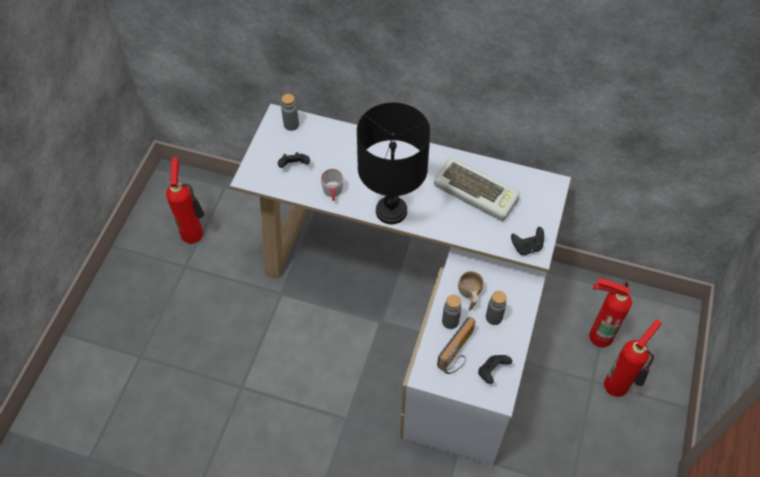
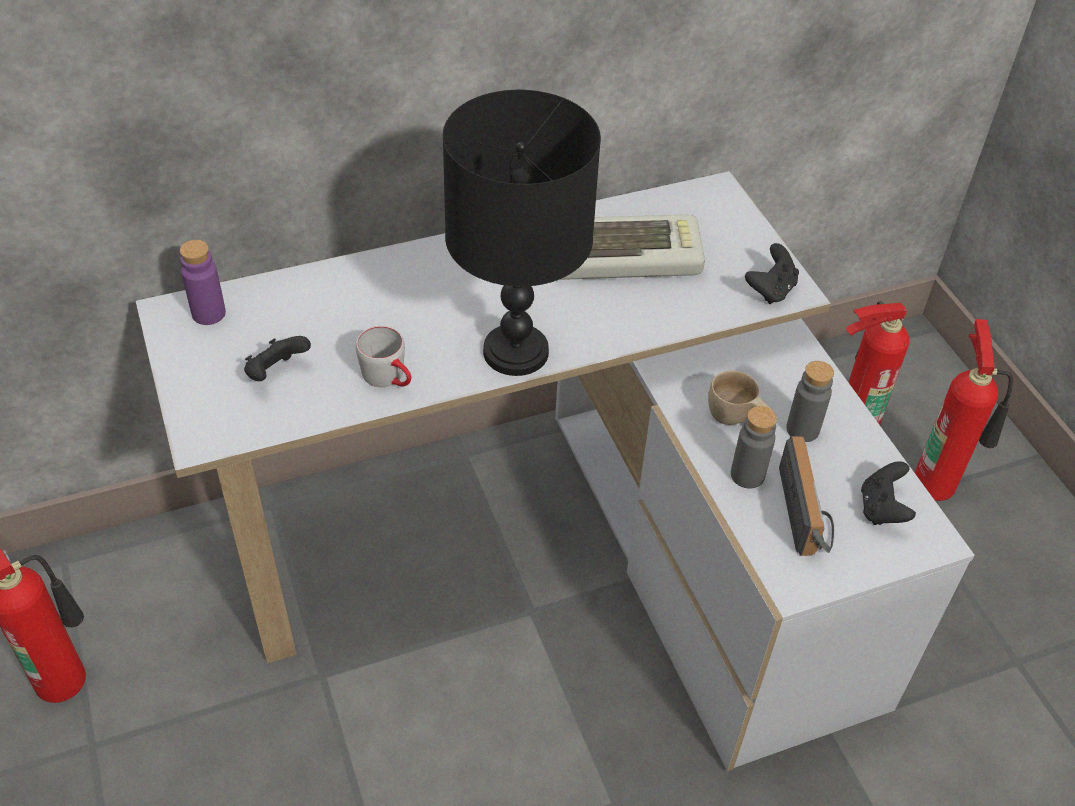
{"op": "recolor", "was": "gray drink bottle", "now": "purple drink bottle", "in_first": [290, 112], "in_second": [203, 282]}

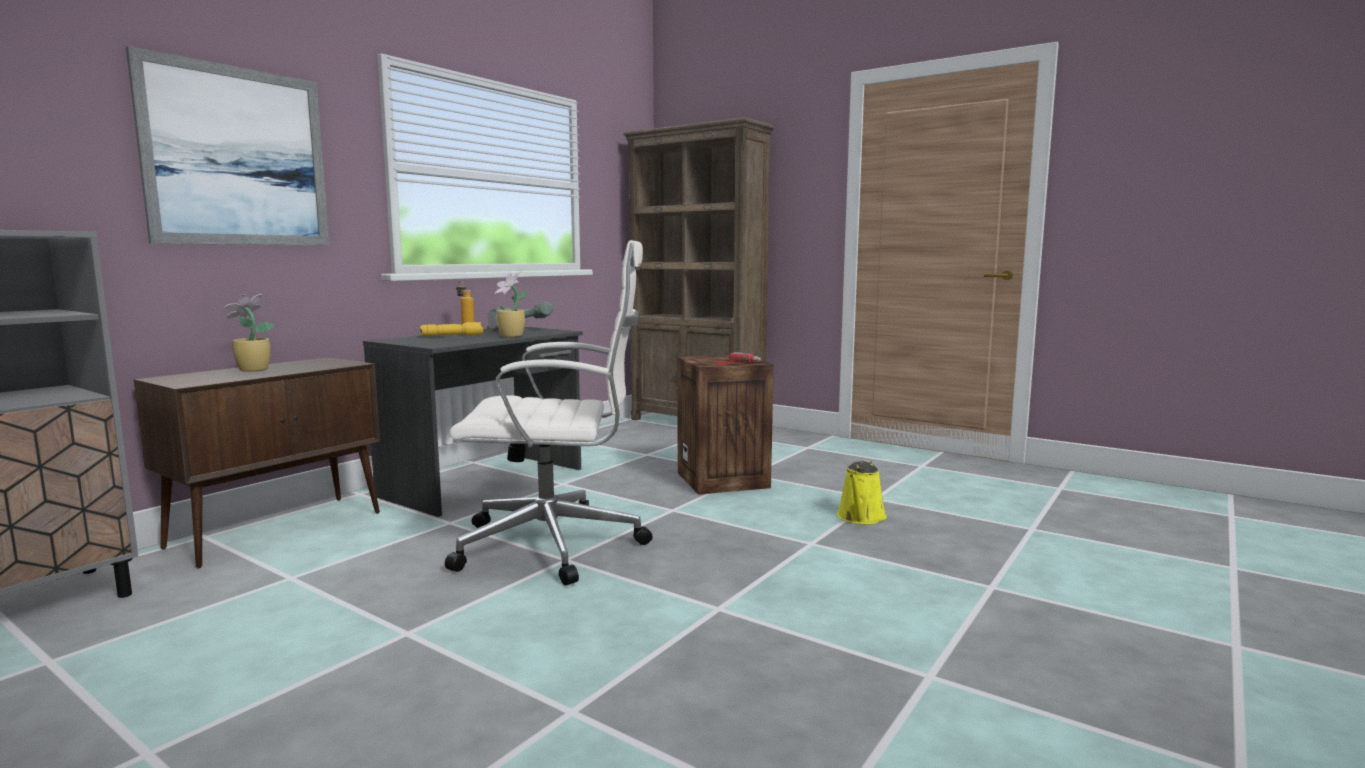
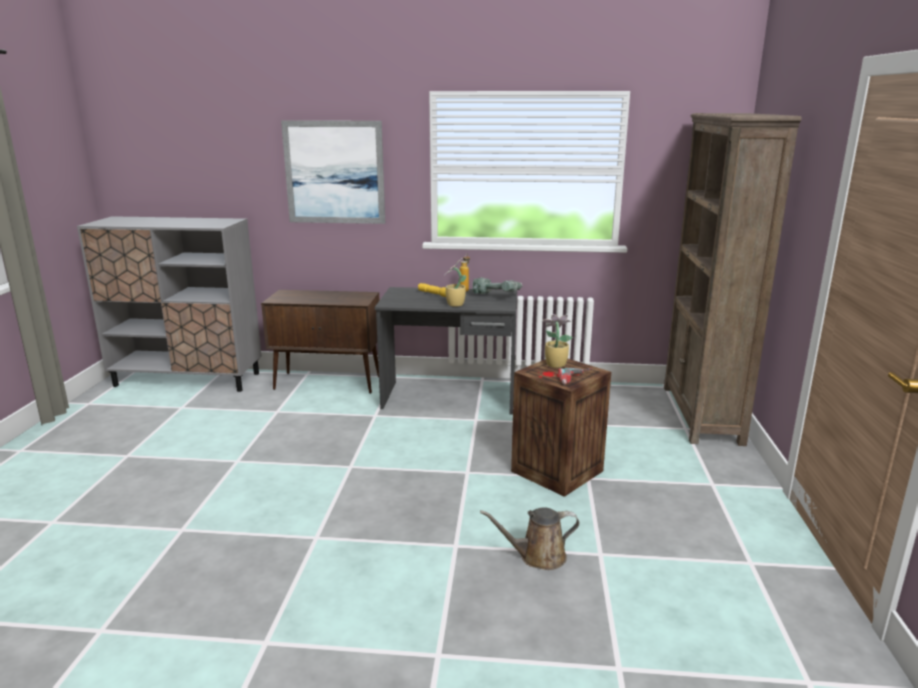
{"op": "recolor", "was": "yellow sprinkling can", "now": "brown-coloured sprinkling can", "in_first": [862, 492], "in_second": [529, 538]}
{"op": "move", "was": "potted plant", "in_first": [249, 333], "in_second": [557, 341]}
{"op": "delete", "was": "white-coloured desk chair", "in_first": [549, 413]}

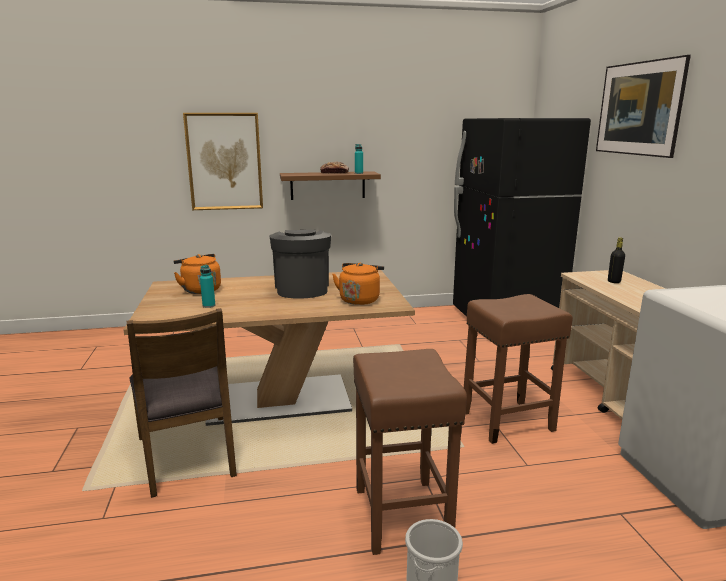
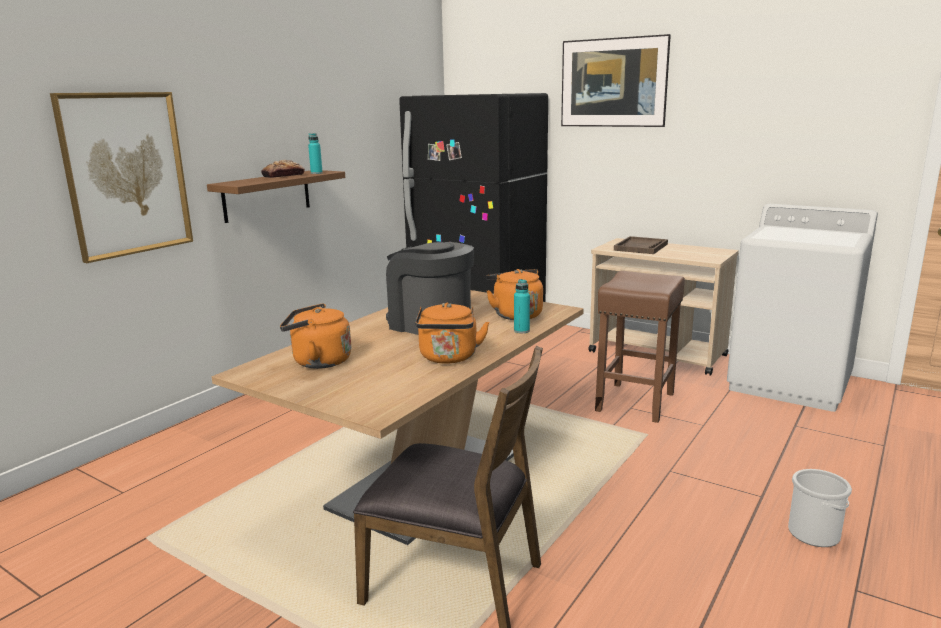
{"op": "insert", "now": "orangey tea kettle", "in_second": [452, 333]}
{"op": "move", "was": "turquoise drink bottle", "in_first": [207, 286], "in_second": [522, 306]}
{"op": "replace", "was": "black-coloured drink bottle", "now": "brown-coloured serving tray", "in_first": [616, 260], "in_second": [641, 245]}
{"op": "delete", "was": "brown-coloured stool seat", "in_first": [410, 452]}

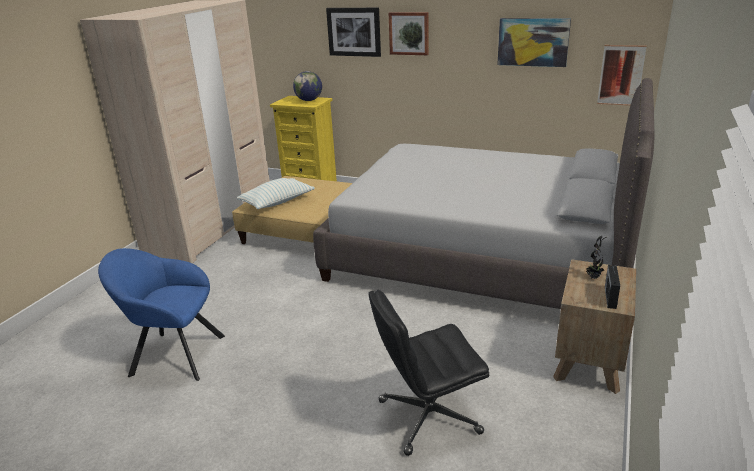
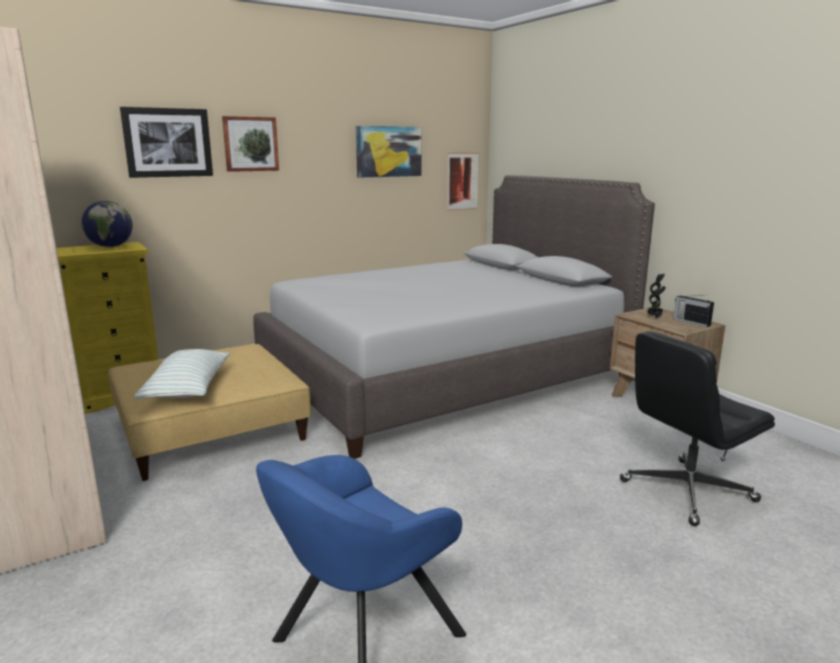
{"op": "rotate", "was": "black-coloured desk chair", "in_first": [429, 373], "in_second": [697, 428], "clockwise": 45}

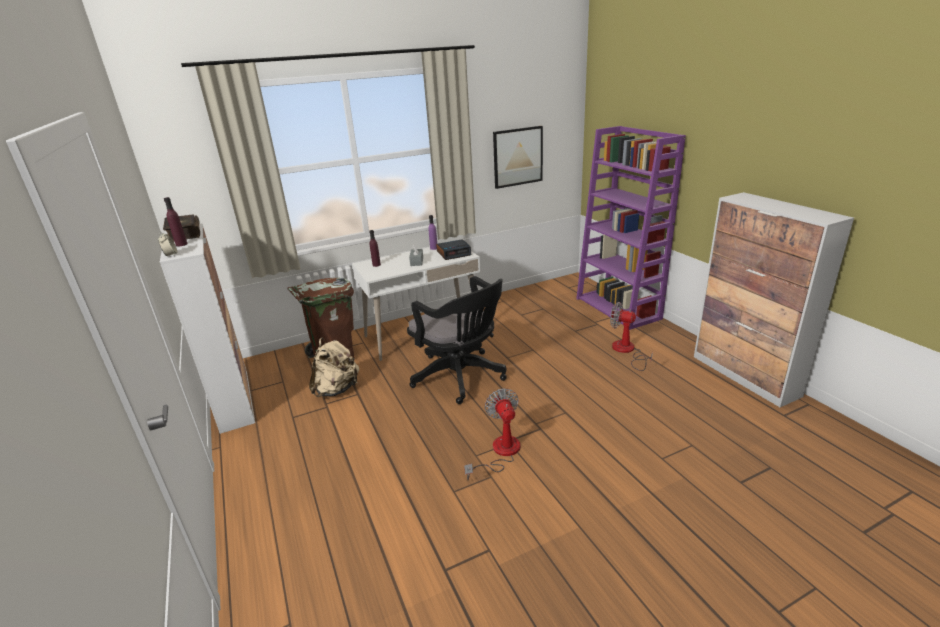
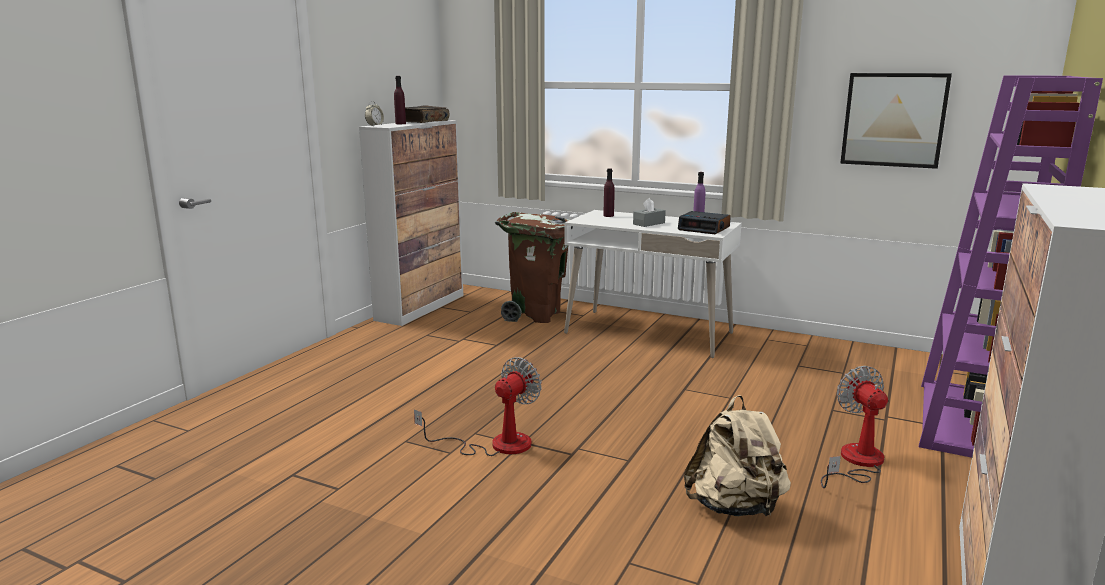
{"op": "move", "was": "sand-coloured rucksack", "in_first": [334, 367], "in_second": [737, 456]}
{"op": "delete", "was": "black-coloured desk chair", "in_first": [457, 340]}

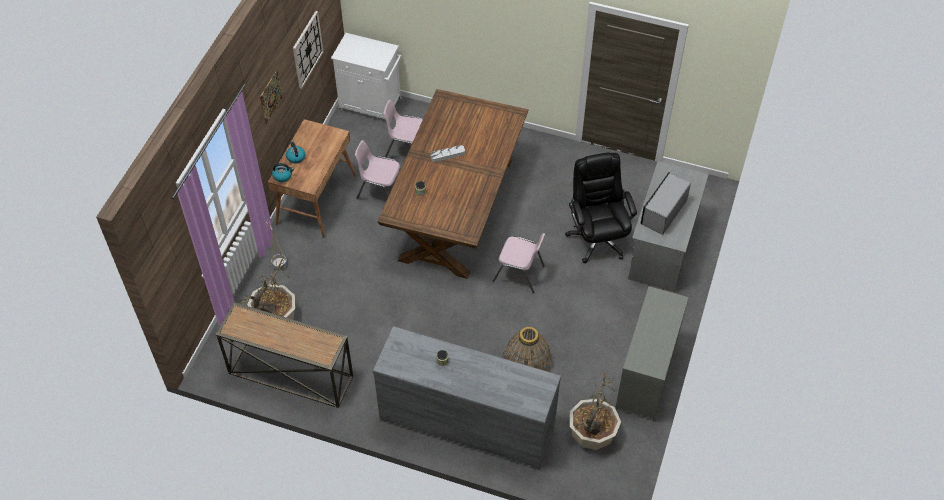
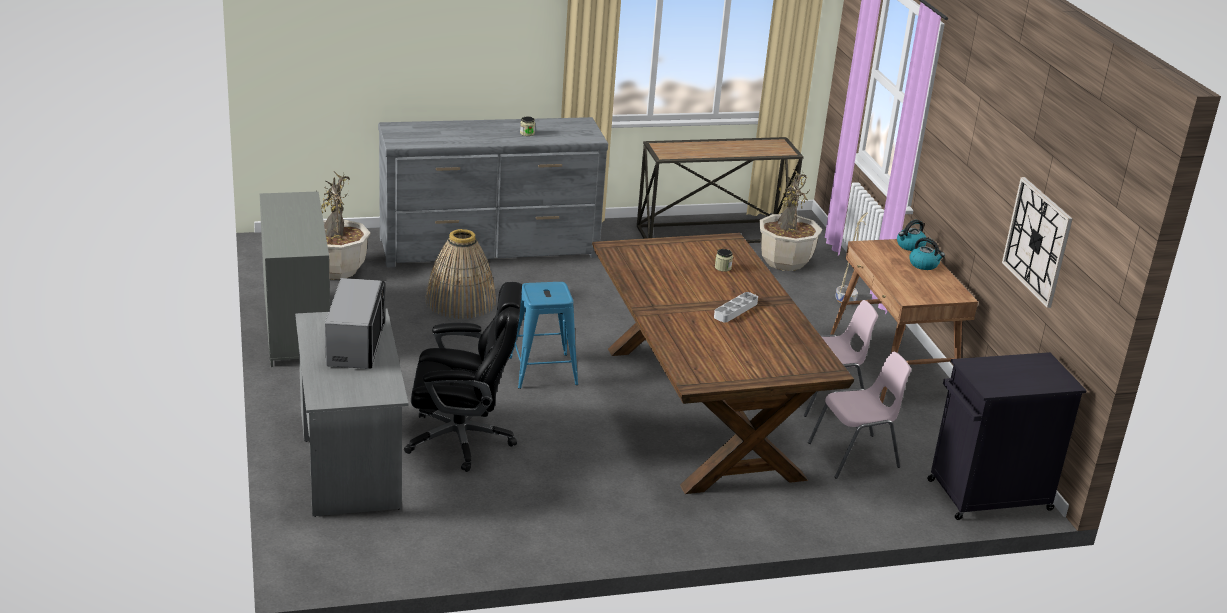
{"op": "rotate", "was": "black-coloured desk chair", "in_first": [601, 208], "in_second": [463, 377], "clockwise": -45}
{"op": "replace", "was": "pink chair", "now": "blue stool seat", "in_first": [519, 263], "in_second": [543, 335]}
{"op": "recolor", "was": "white-coloured cabinet", "now": "black-coloured cabinet", "in_first": [366, 77], "in_second": [1007, 436]}
{"op": "delete", "was": "wall picture", "in_first": [271, 97]}

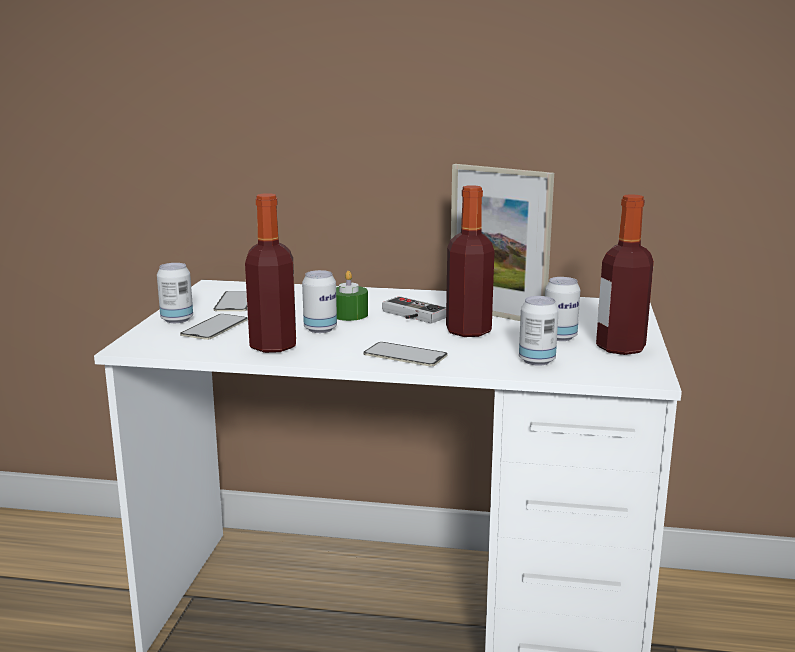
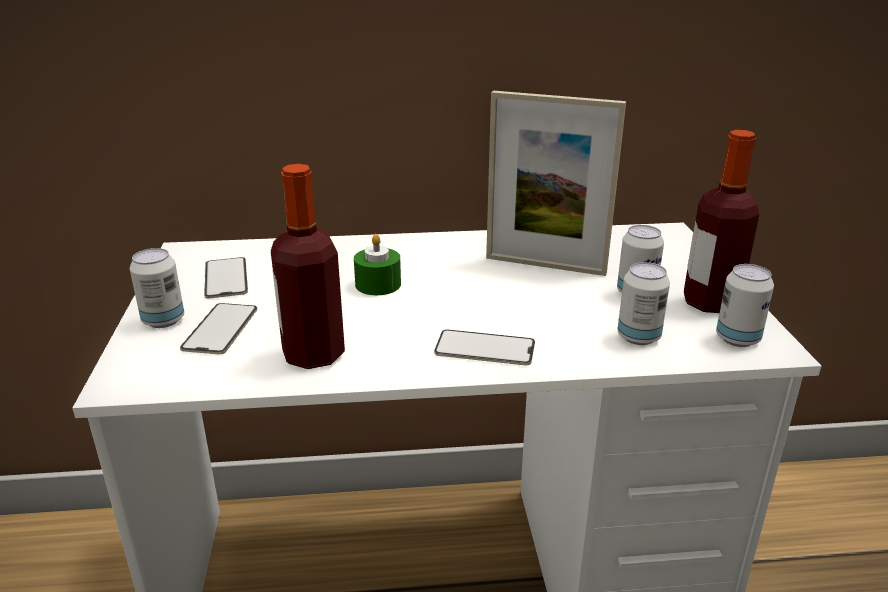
{"op": "move", "was": "sealed can", "in_first": [319, 301], "in_second": [745, 305]}
{"op": "delete", "was": "gamepad", "in_first": [414, 310]}
{"op": "delete", "was": "drink bottle", "in_first": [470, 261]}

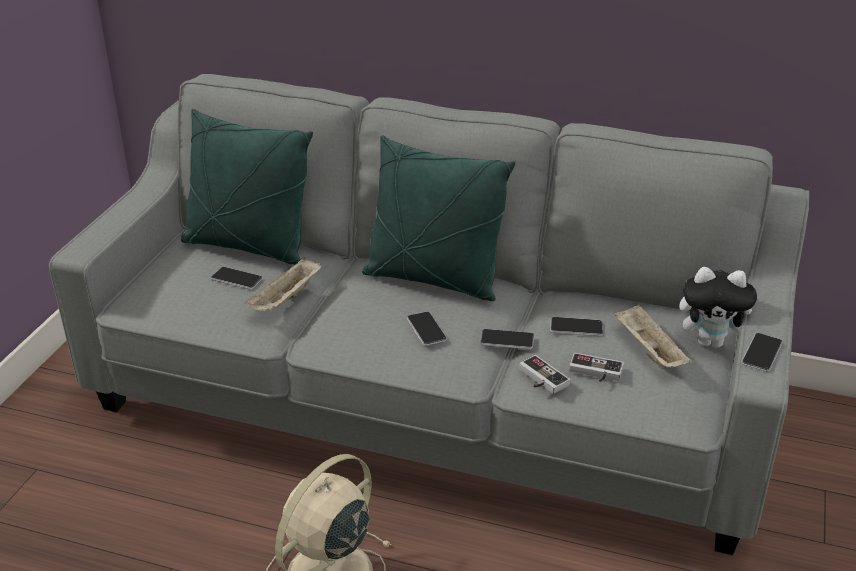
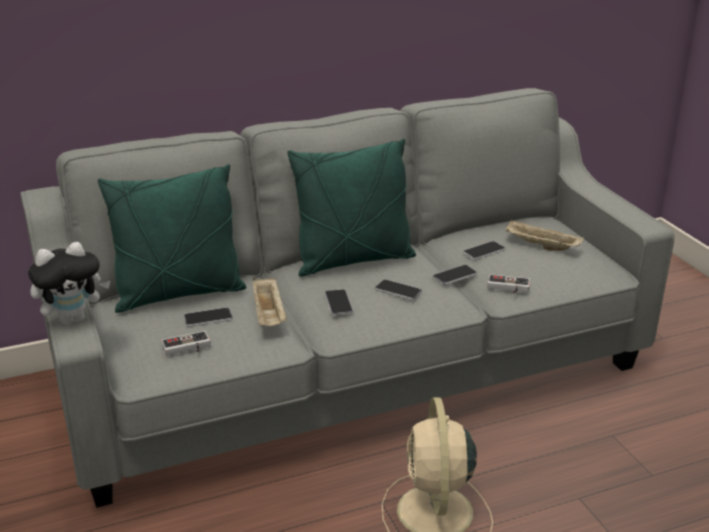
{"op": "move", "was": "plush toy", "in_first": [718, 307], "in_second": [69, 283]}
{"op": "move", "was": "gamepad", "in_first": [596, 367], "in_second": [186, 343]}
{"op": "move", "was": "telephone", "in_first": [762, 352], "in_second": [339, 302]}

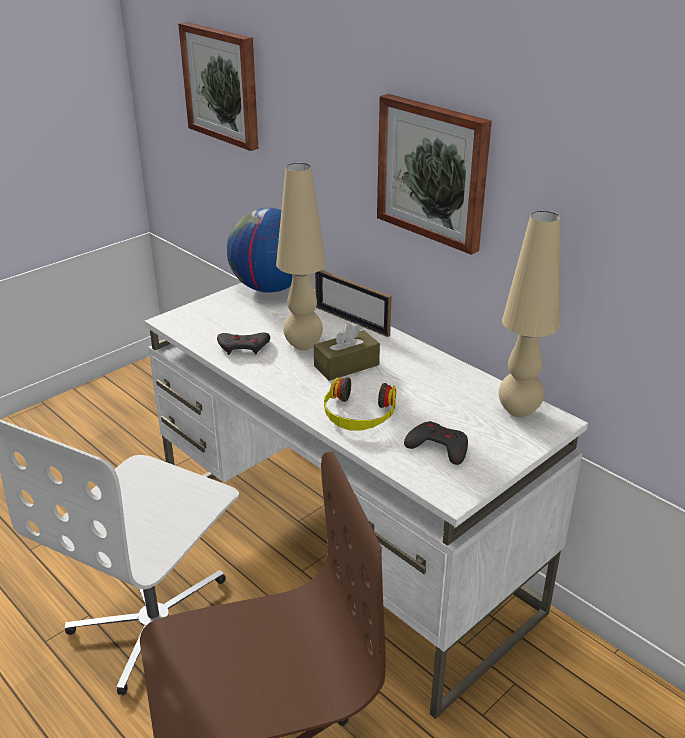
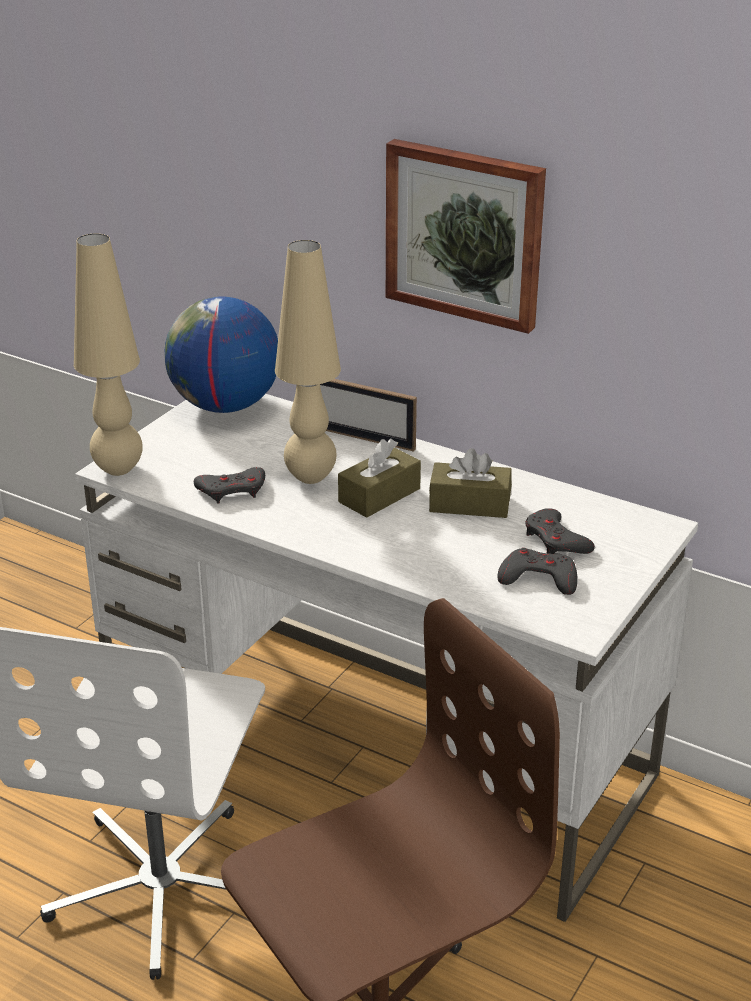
{"op": "move", "was": "sand-coloured lamp for a table", "in_first": [529, 314], "in_second": [108, 355]}
{"op": "insert", "now": "brown-coloured box of tissues", "in_second": [470, 483]}
{"op": "insert", "now": "gray gamepad", "in_second": [560, 531]}
{"op": "delete", "was": "wall picture", "in_first": [218, 86]}
{"op": "delete", "was": "headset", "in_first": [360, 404]}

